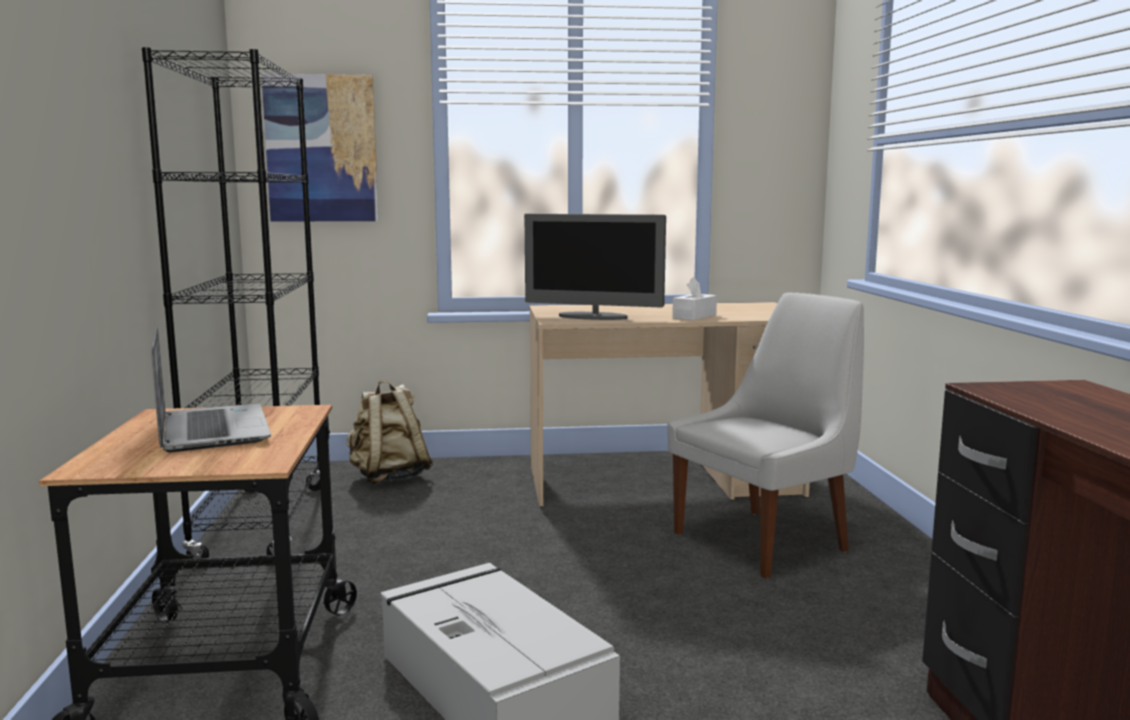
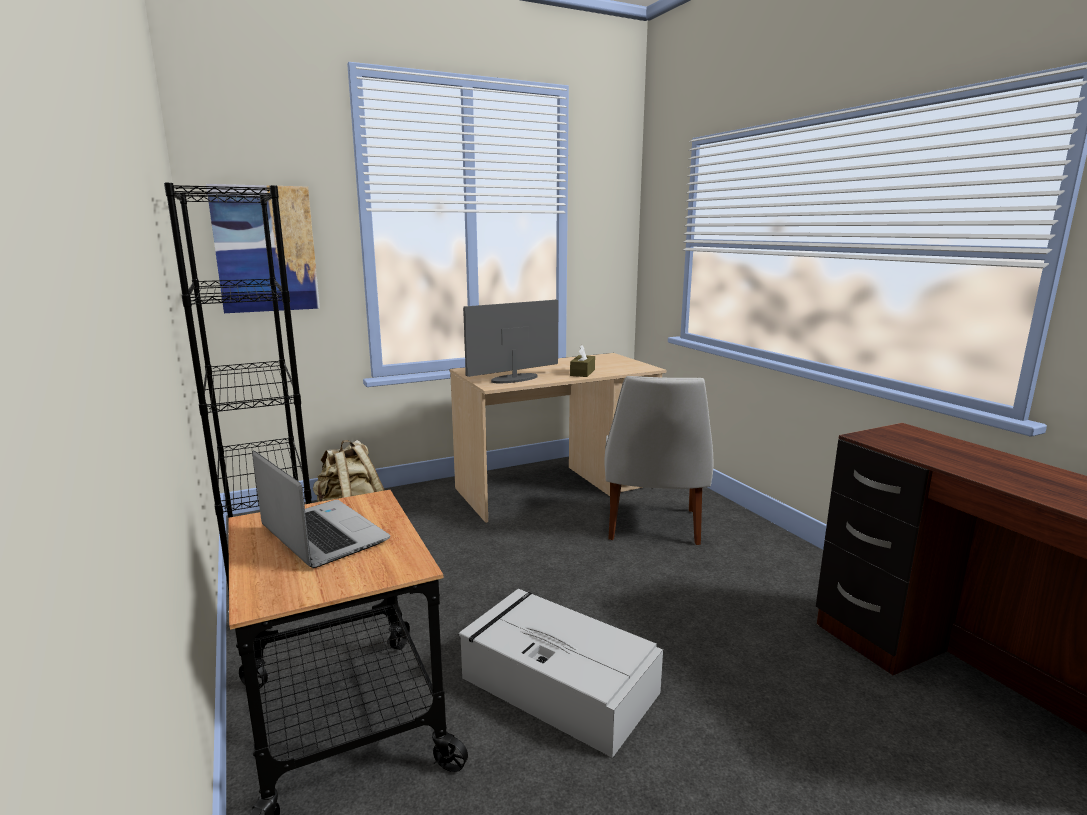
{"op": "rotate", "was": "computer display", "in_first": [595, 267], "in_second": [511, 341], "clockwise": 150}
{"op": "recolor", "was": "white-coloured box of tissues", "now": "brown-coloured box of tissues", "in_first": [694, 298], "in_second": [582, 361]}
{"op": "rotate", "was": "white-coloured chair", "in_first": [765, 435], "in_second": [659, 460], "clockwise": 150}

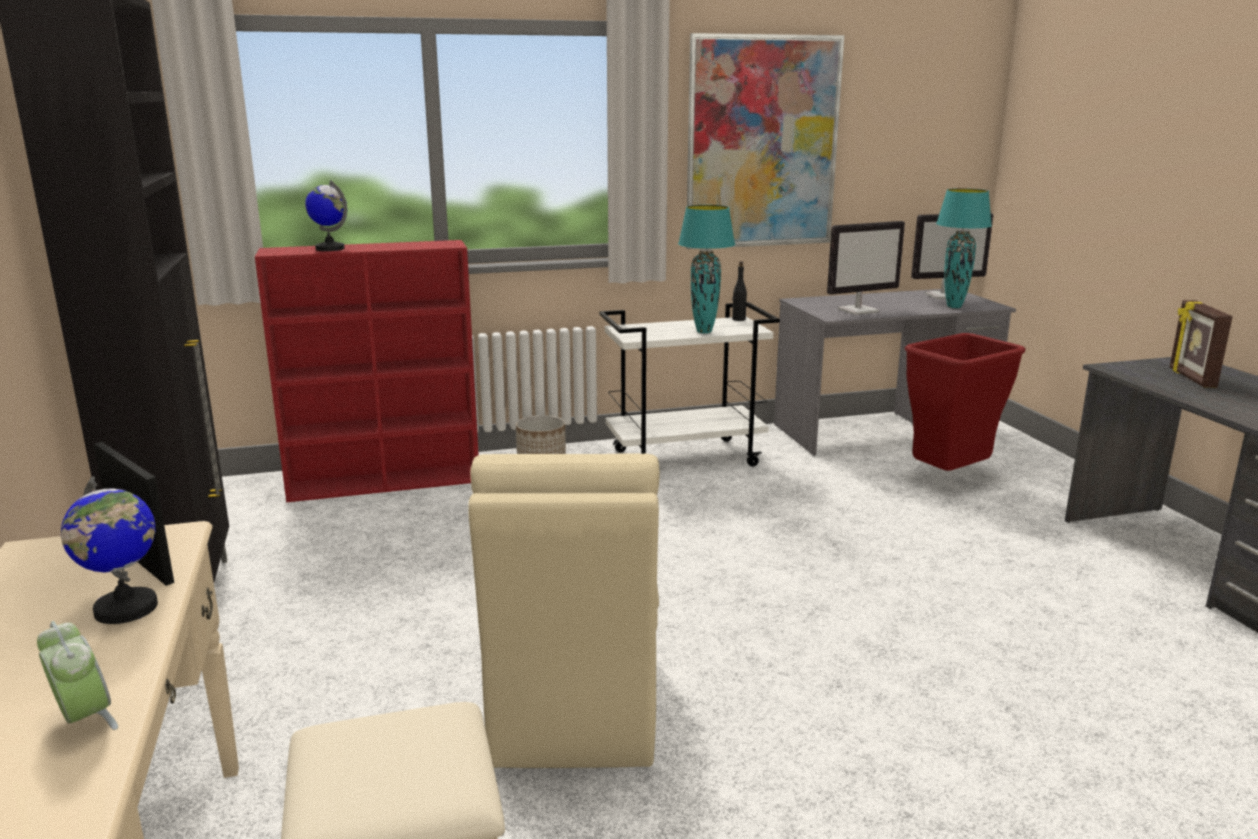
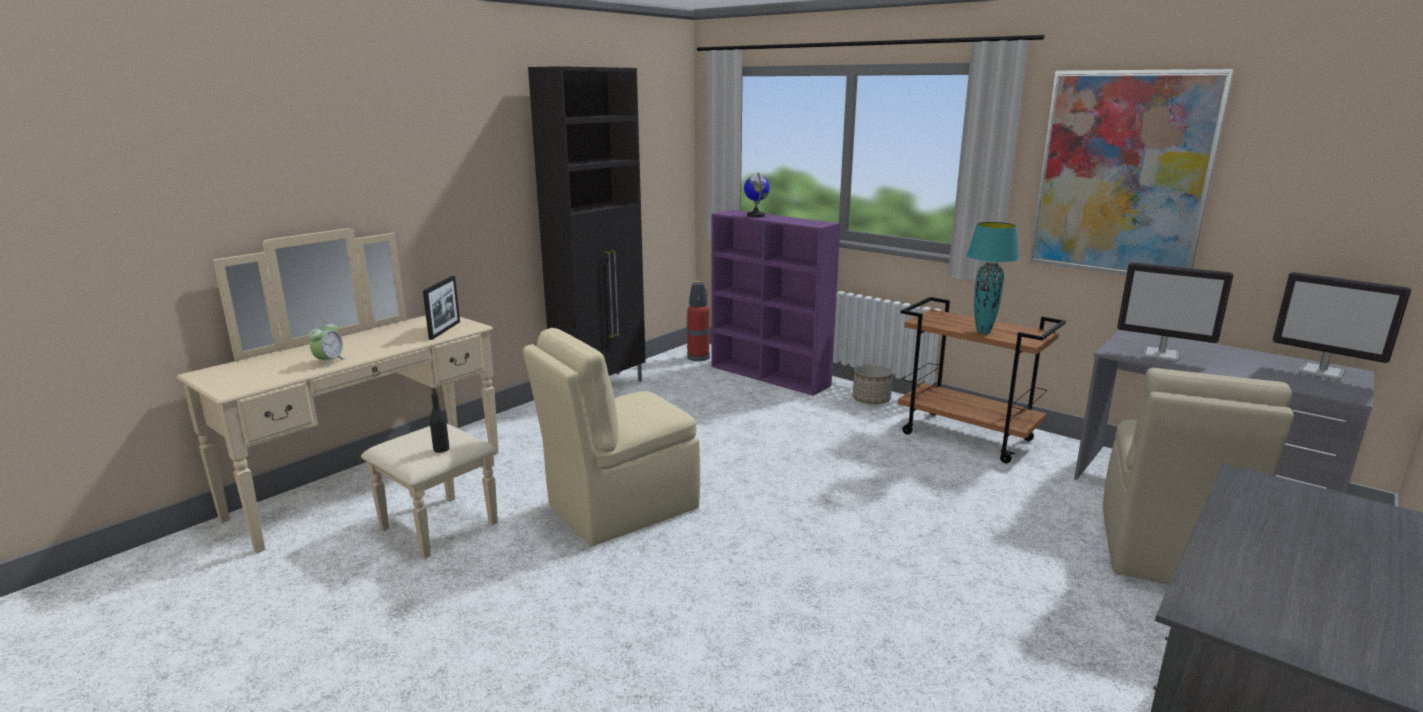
{"op": "move", "was": "black-coloured drink bottle", "in_first": [739, 291], "in_second": [440, 420]}
{"op": "insert", "now": "extinguisher", "in_second": [698, 321]}
{"op": "recolor", "was": "reddish bookcase", "now": "purple bookcase", "in_first": [367, 371], "in_second": [776, 303]}
{"op": "recolor", "was": "white-coloured wheeled cart", "now": "brown-coloured wheeled cart", "in_first": [689, 384], "in_second": [982, 380]}
{"op": "replace", "was": "reddish trash can", "now": "sand-coloured chair", "in_first": [965, 402], "in_second": [1198, 476]}
{"op": "delete", "was": "desk globe", "in_first": [109, 550]}
{"op": "delete", "was": "turquoise lamp for a table", "in_first": [964, 248]}
{"op": "delete", "was": "standing frame", "in_first": [1201, 344]}

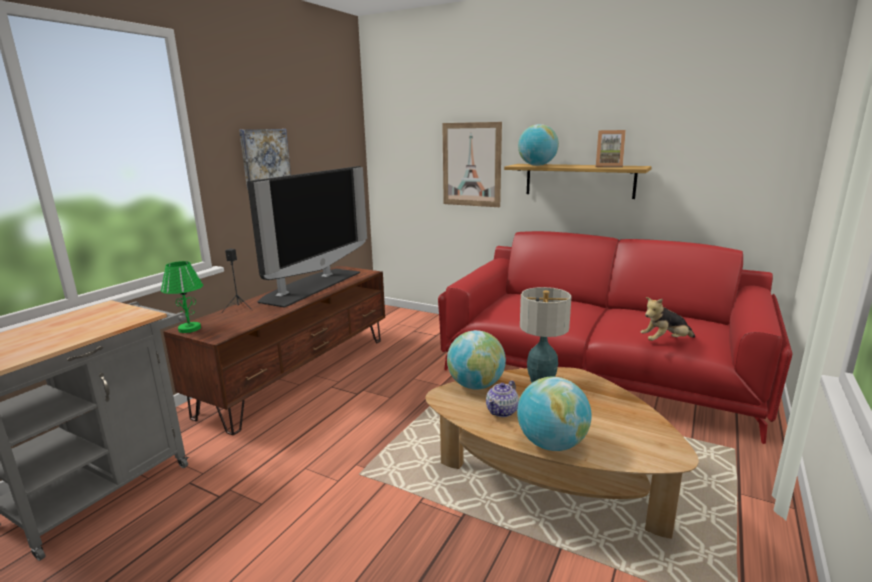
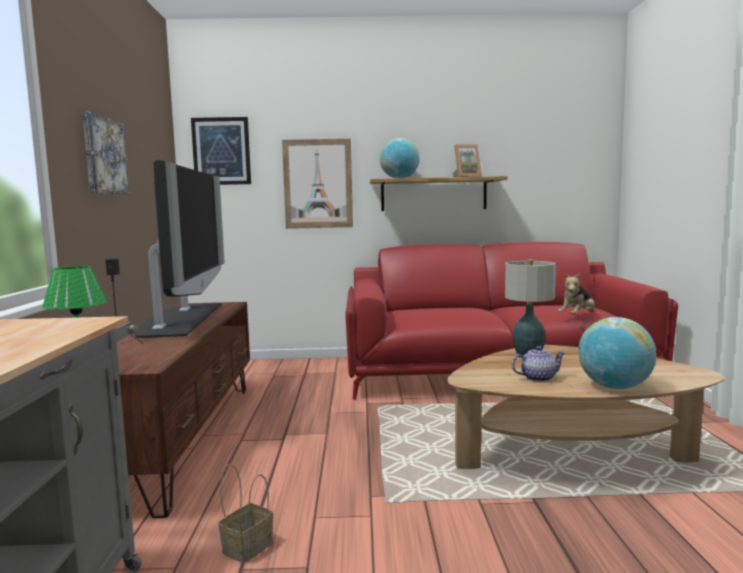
{"op": "insert", "now": "wall picture", "in_second": [221, 151]}
{"op": "insert", "now": "household basket", "in_second": [245, 513]}
{"op": "rotate", "was": "pot for tea", "in_first": [502, 398], "in_second": [538, 364], "clockwise": -105}
{"op": "delete", "was": "desk globe", "in_first": [476, 360]}

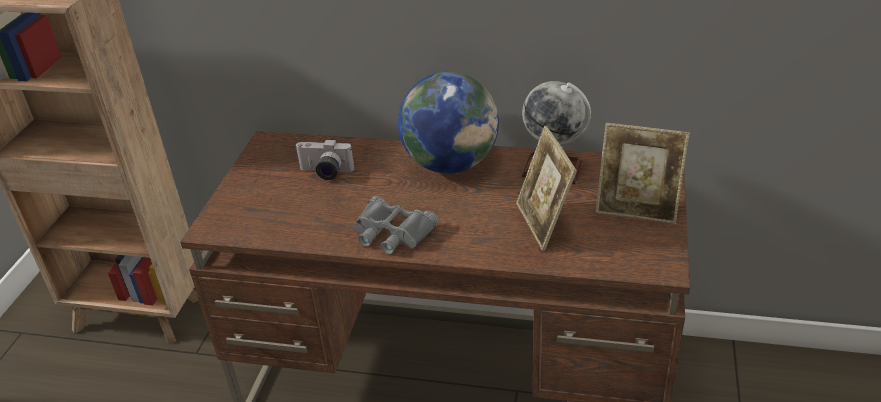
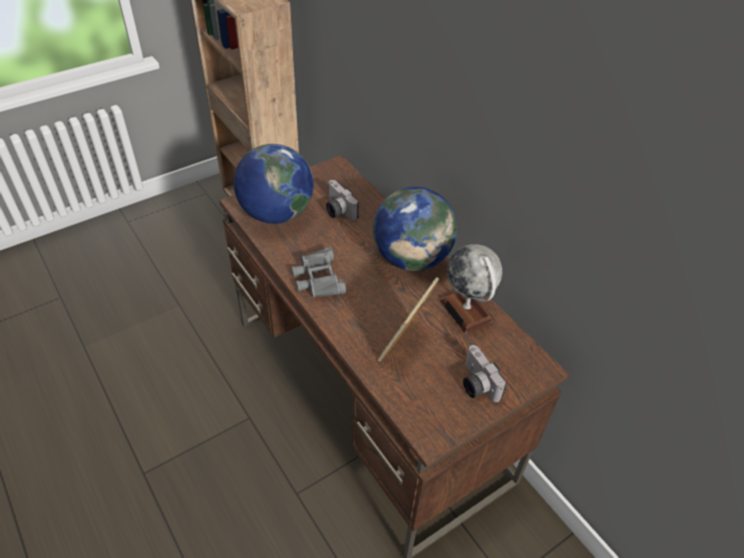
{"op": "insert", "now": "desk globe", "in_second": [273, 184]}
{"op": "replace", "was": "standing frame", "now": "still camera", "in_first": [643, 173], "in_second": [484, 373]}

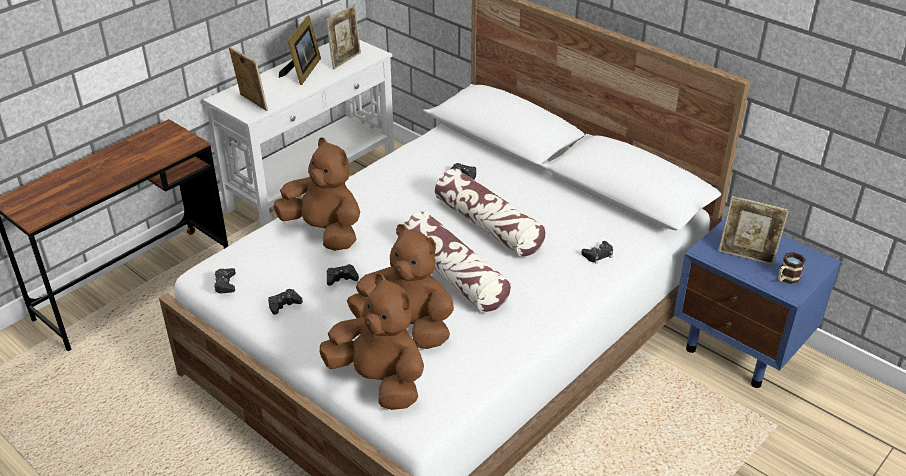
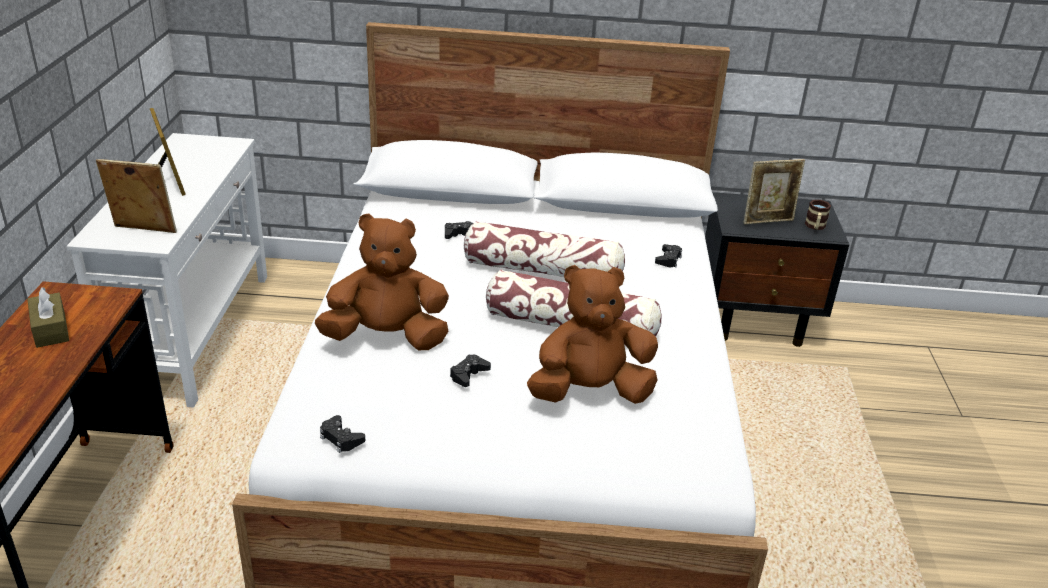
{"op": "insert", "now": "brown-coloured box of tissues", "in_second": [48, 317]}
{"op": "recolor", "was": "blue night table", "now": "black-coloured night table", "in_first": [757, 303], "in_second": [777, 269]}
{"op": "delete", "was": "black-coloured gamepad", "in_first": [285, 302]}
{"op": "delete", "was": "brown-coloured plush toy", "in_first": [372, 342]}
{"op": "delete", "was": "standing frame", "in_first": [343, 37]}

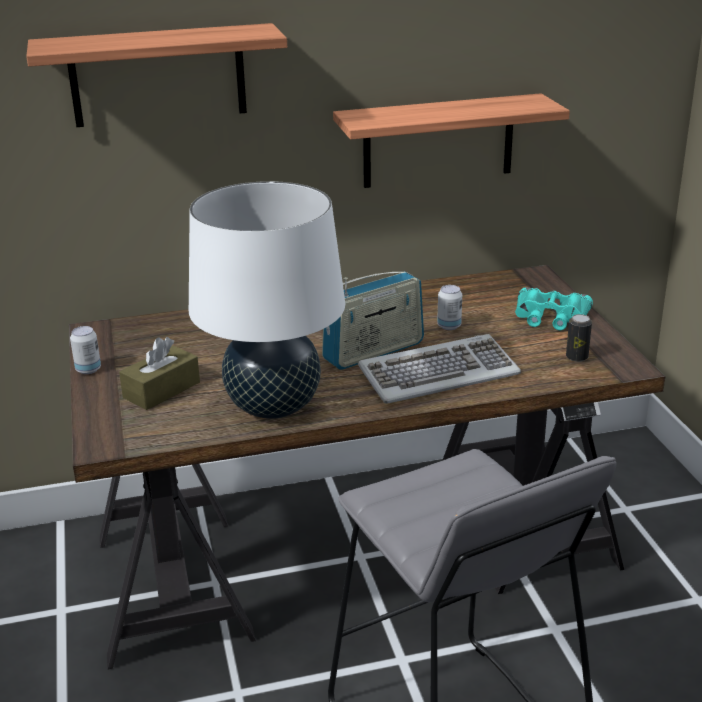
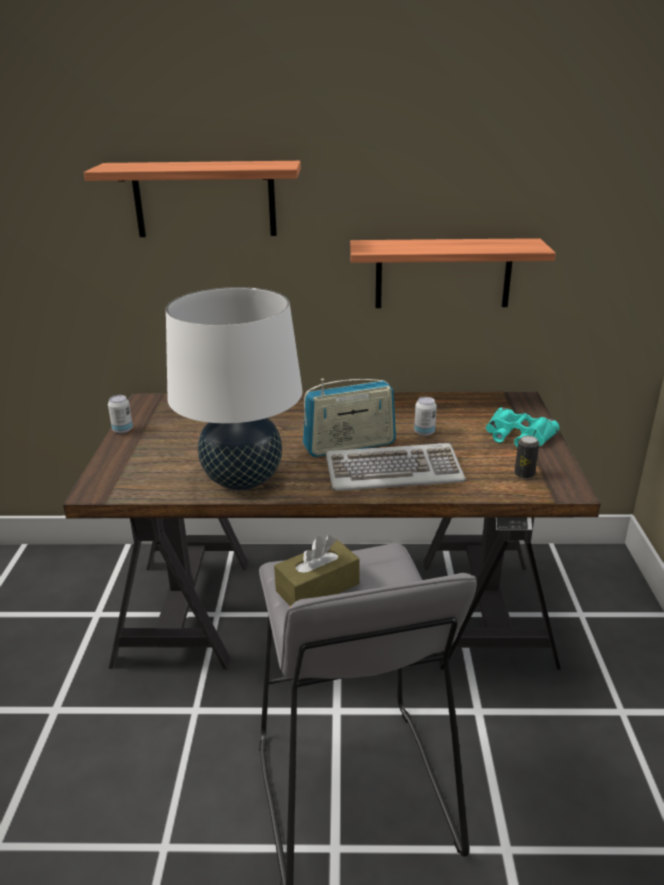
{"op": "move", "was": "brown-coloured box of tissues", "in_first": [159, 373], "in_second": [317, 570]}

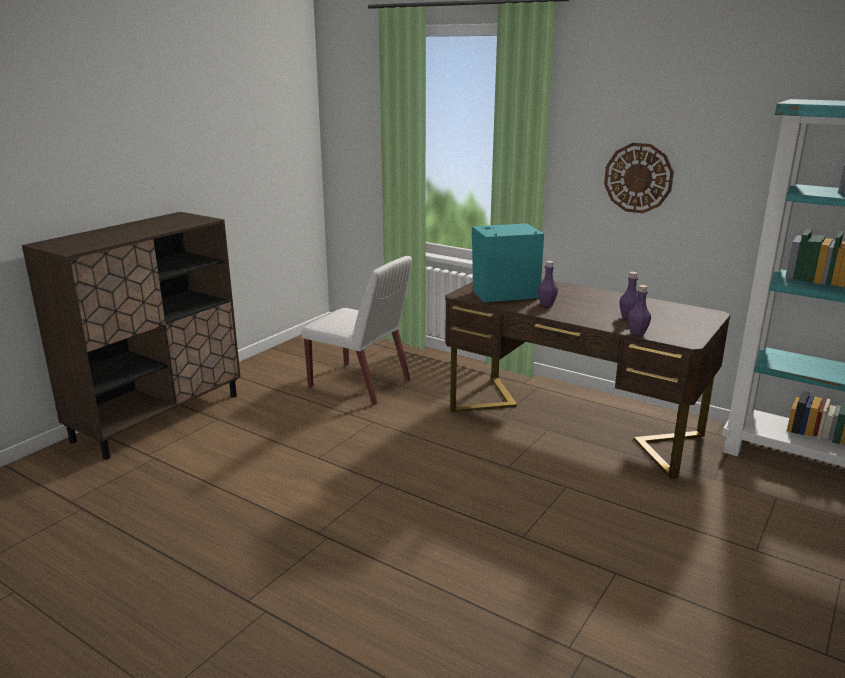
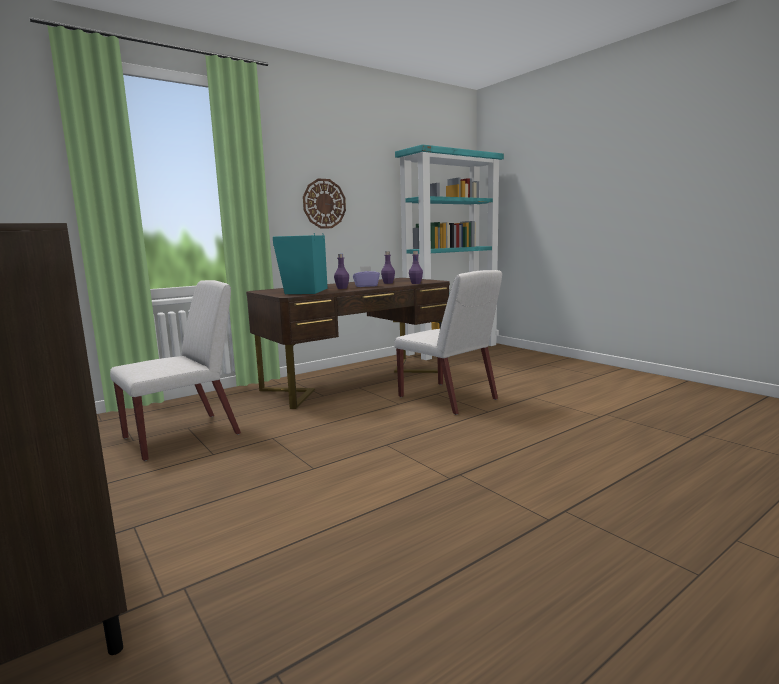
{"op": "insert", "now": "purple box of tissues", "in_second": [366, 276]}
{"op": "insert", "now": "white-coloured chair", "in_second": [448, 342]}

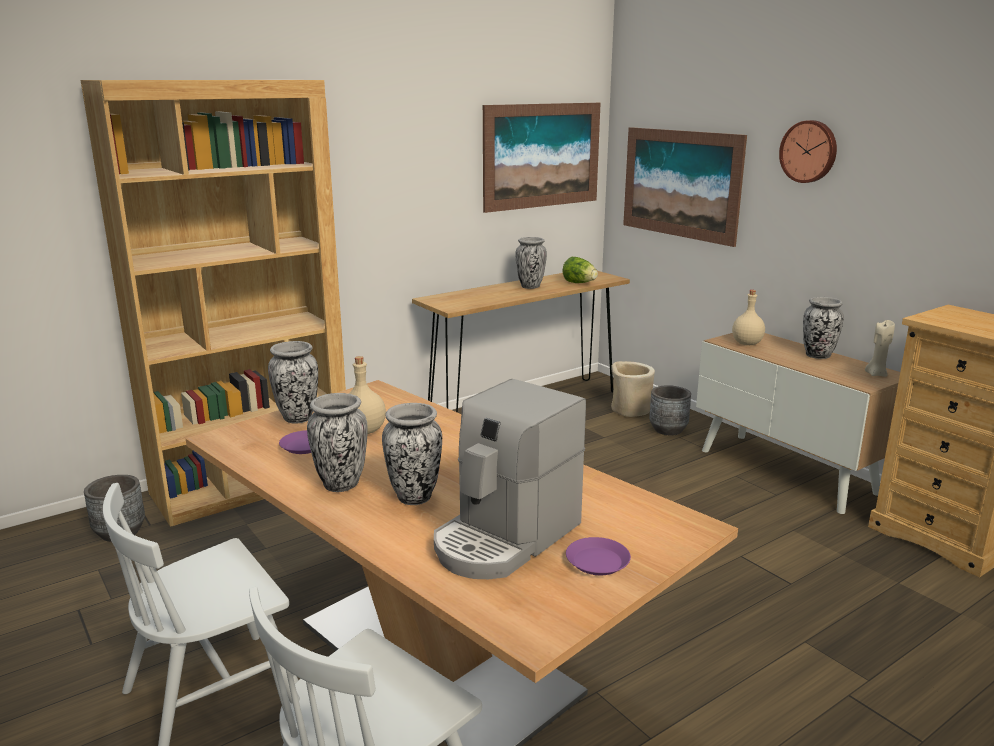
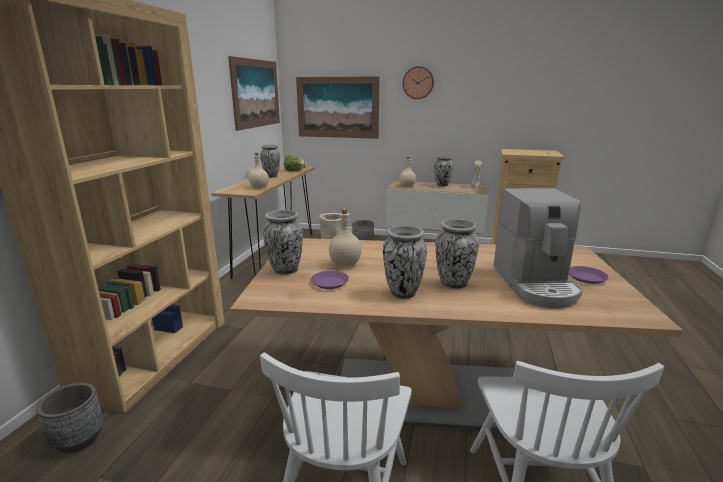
{"op": "insert", "now": "sand-coloured drink bottle", "in_second": [258, 170]}

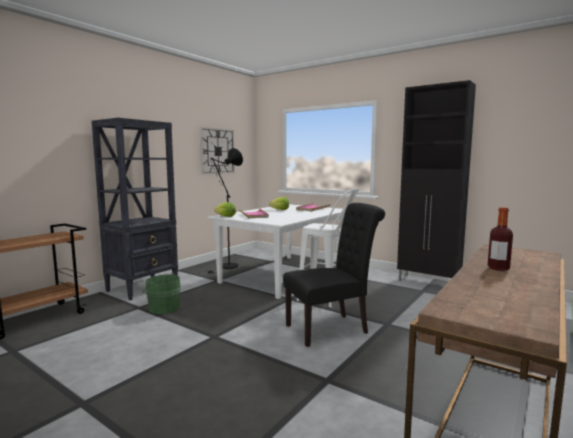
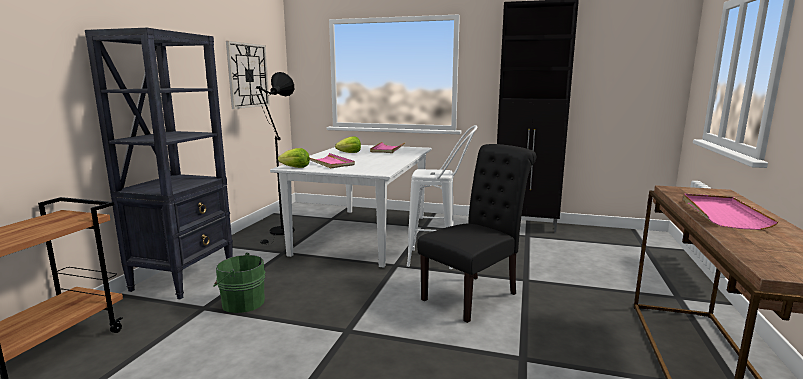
{"op": "replace", "was": "drink bottle", "now": "pink serving tray", "in_first": [500, 239], "in_second": [730, 212]}

